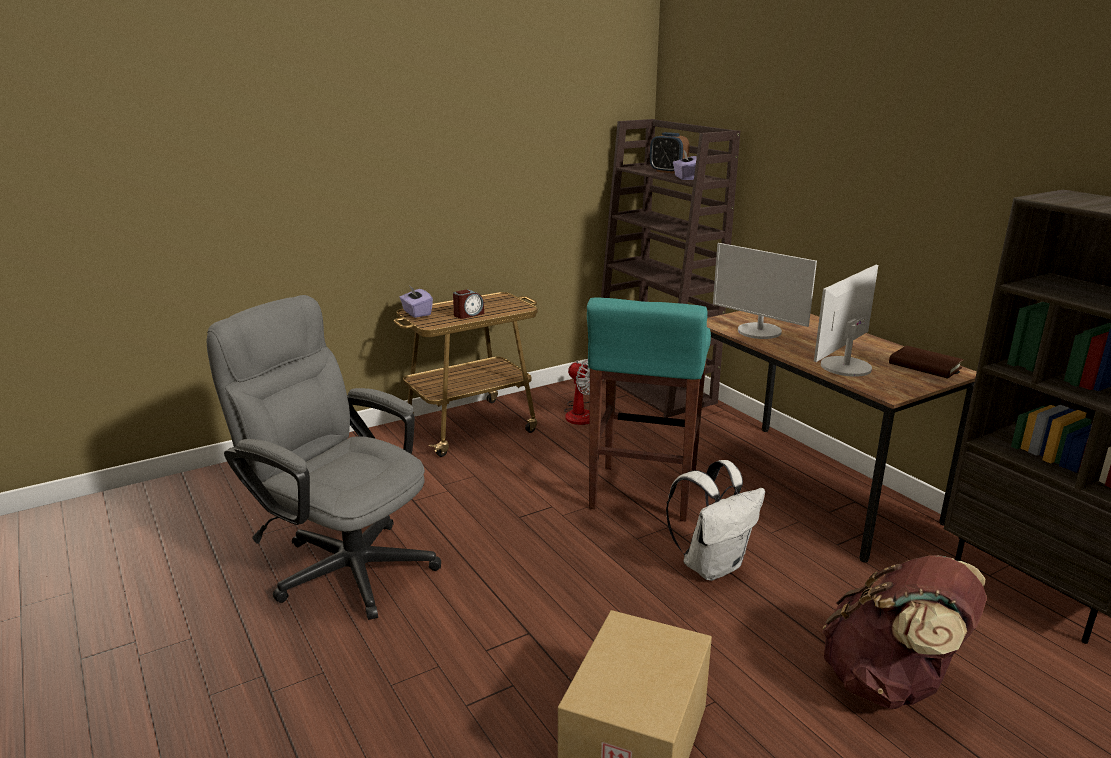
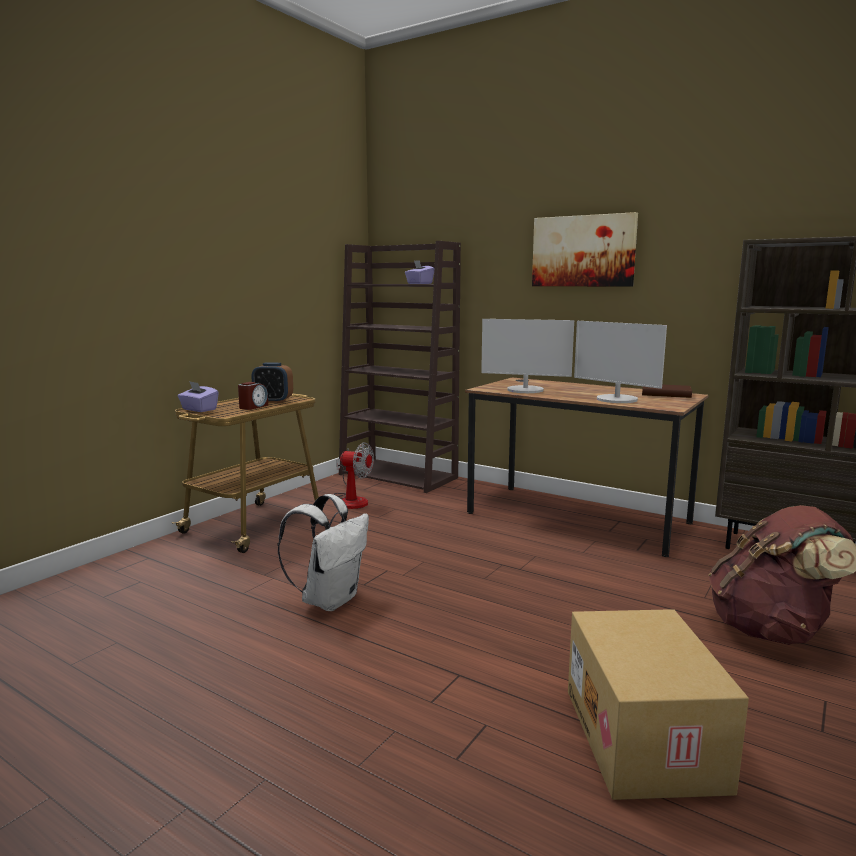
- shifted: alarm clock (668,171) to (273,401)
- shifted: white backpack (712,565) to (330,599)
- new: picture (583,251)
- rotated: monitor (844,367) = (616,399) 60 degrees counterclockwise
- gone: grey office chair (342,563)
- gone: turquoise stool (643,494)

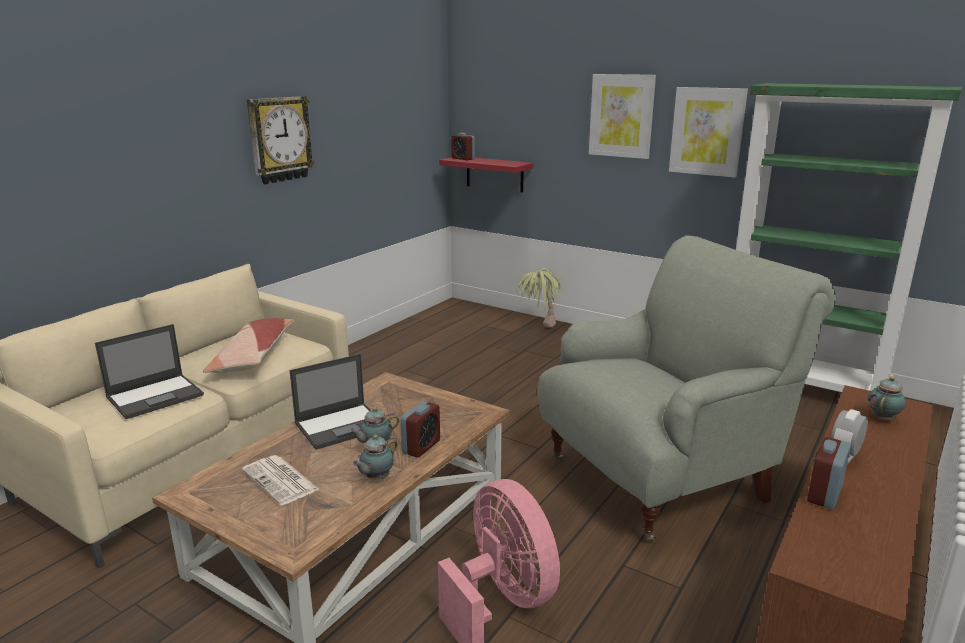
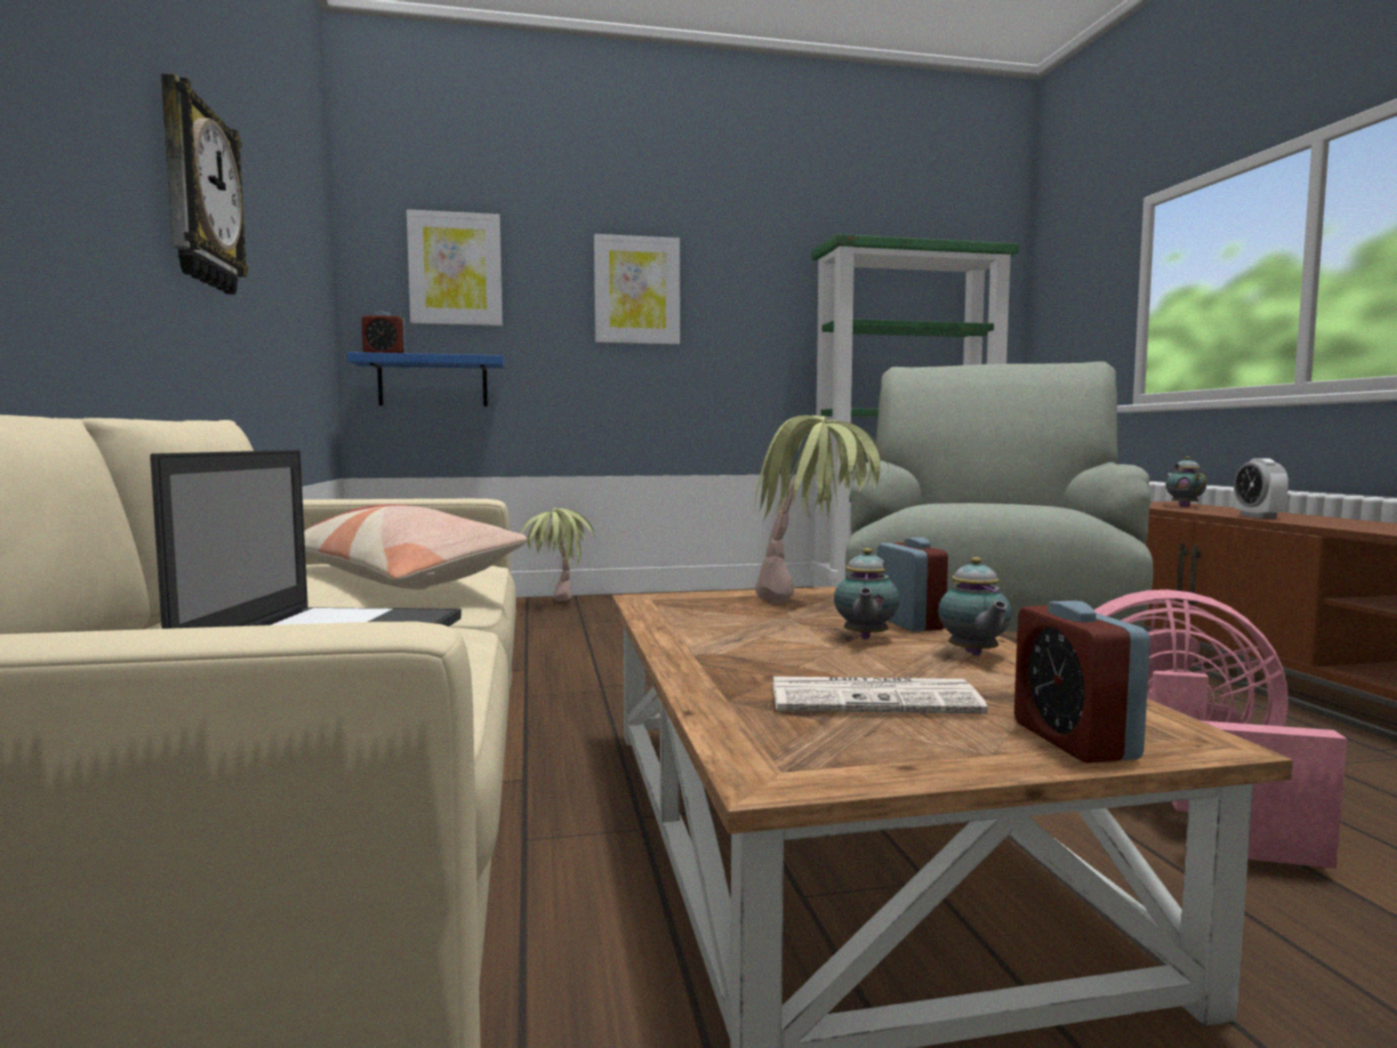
- repainted: red shelf (494,174) to blue shelf (433,382)
- shifted: picture (707,131) to (455,269)
- new: potted plant (815,599)
- shifted: alarm clock (824,494) to (1074,741)
- gone: laptop (341,425)

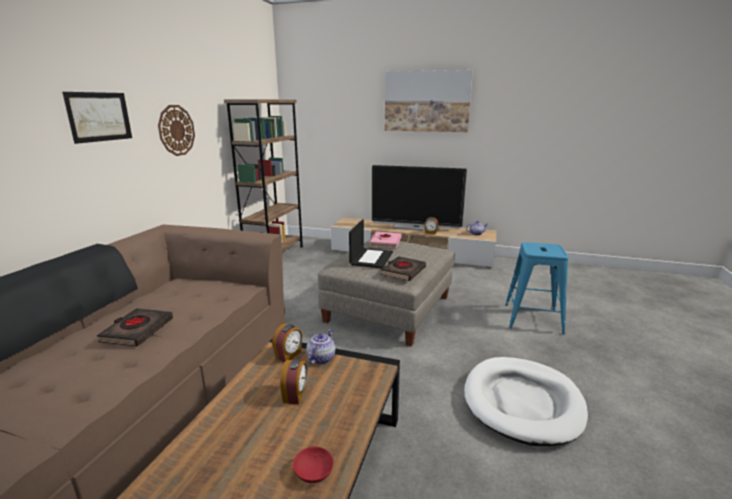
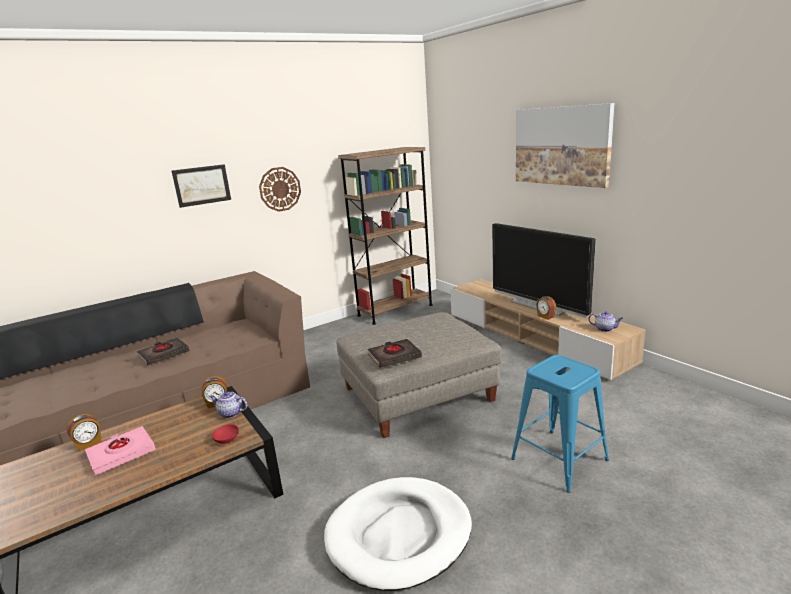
- shifted: alarm clock (295,395) to (88,444)
- shifted: pink book (385,242) to (121,454)
- rotated: teapot (321,358) = (230,413) 135 degrees counterclockwise
- shifted: red bowl (312,472) to (226,439)
- gone: laptop (371,258)

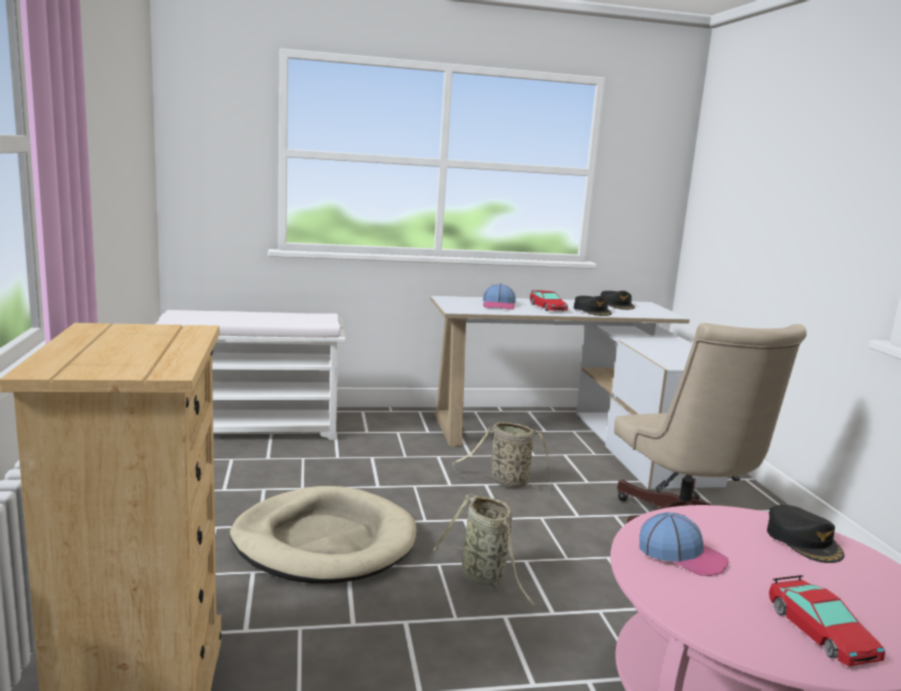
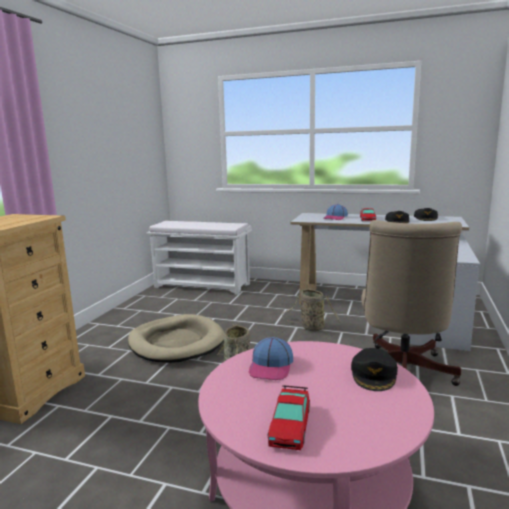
- rotated: cap (682,554) = (271,366) 45 degrees clockwise

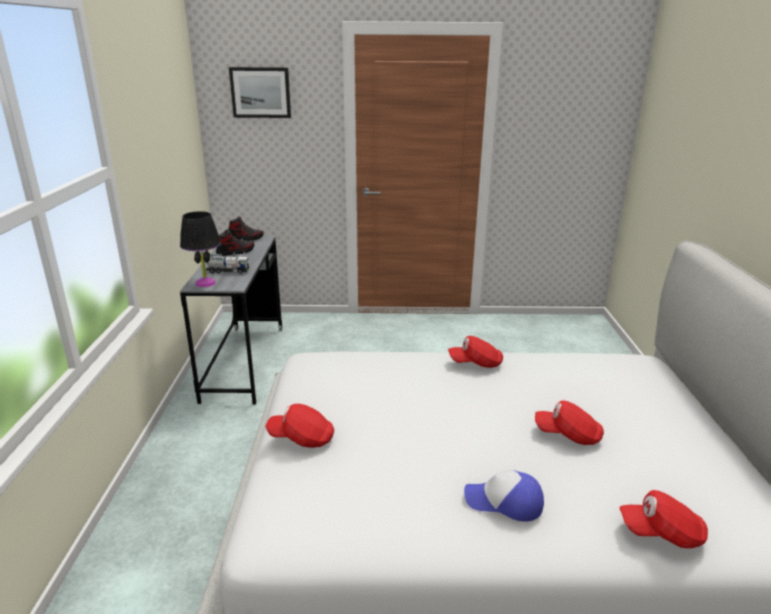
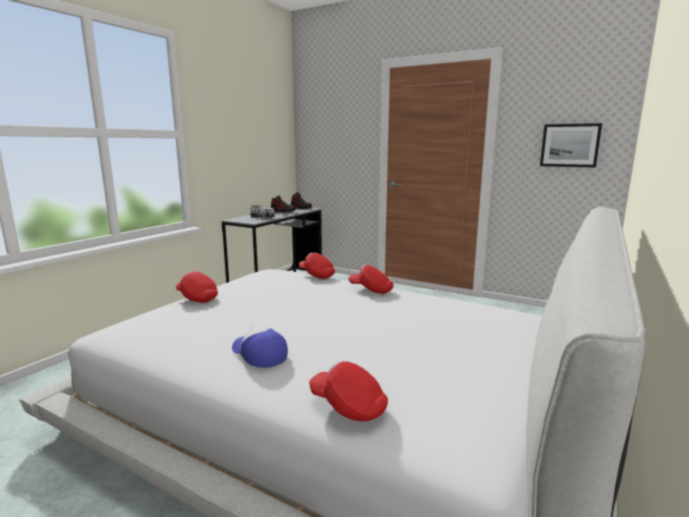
- shifted: red cap (568,435) to (317,275)
- shifted: picture (260,92) to (569,145)
- gone: black table lamp (206,283)

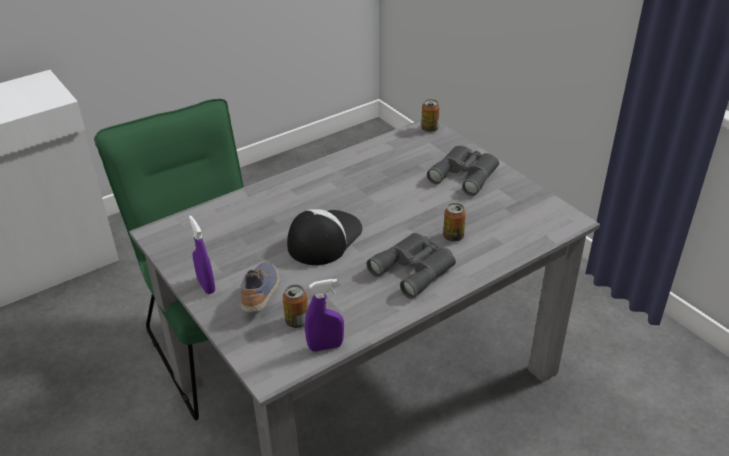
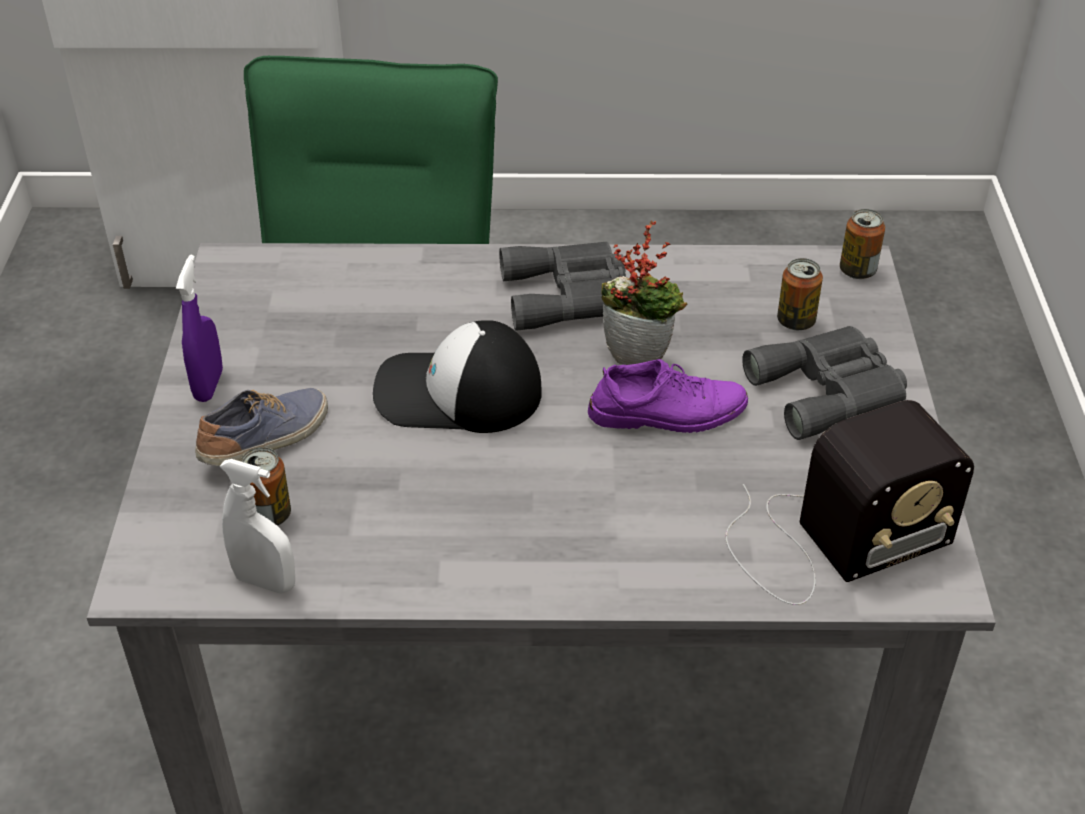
- repainted: purple spray bottle (325,346) to white spray bottle (265,581)
- rotated: cap (323,238) = (457,393) 150 degrees counterclockwise
- shifted: grey binoculars (415,268) to (571,295)
- new: purple shoe (667,412)
- new: potted plant (640,356)
- new: radio (829,540)
- shifted: can (453,236) to (795,321)

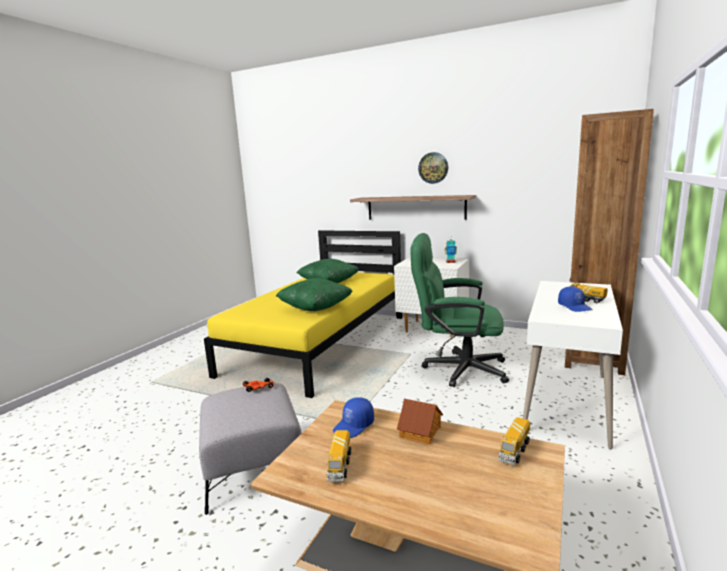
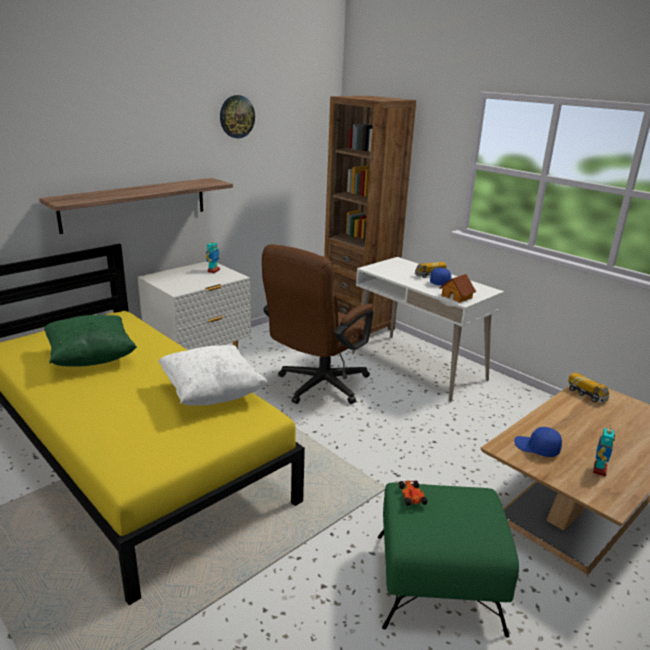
- repainted: green pillow (315,308) to white pillow (212,394)
- shifted: wall clock (433,168) to (236,116)
- repainted: green office chair (457,369) to brown office chair (317,387)
- repainted: grey ottoman (254,468) to green ottoman (436,581)
- shifted: toy house (421,432) to (457,296)
- rotated: blue cap (354,426) = (536,448) 150 degrees clockwise
- swapped: toy truck (339,466) to toy robot (599,469)

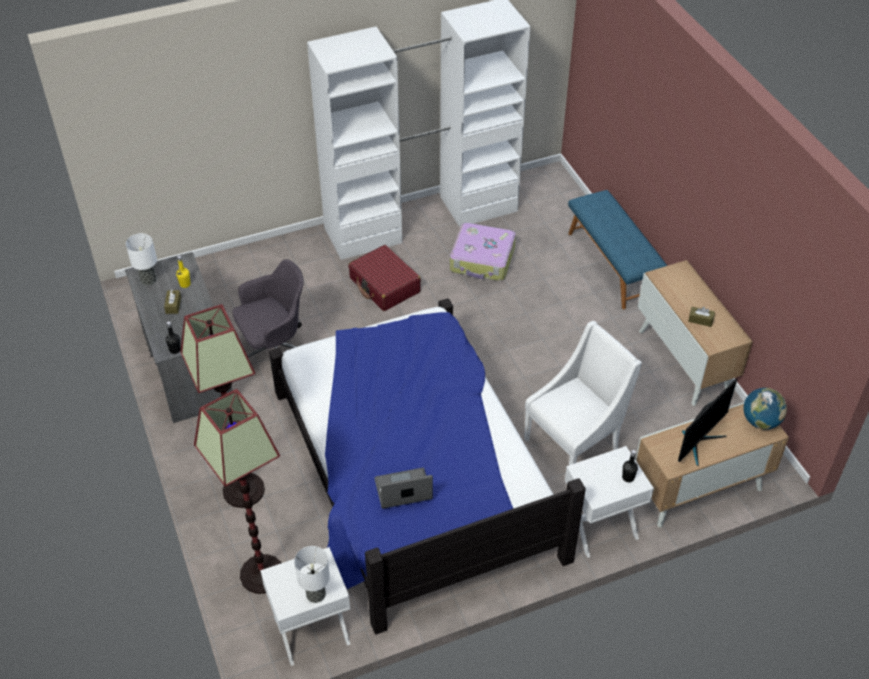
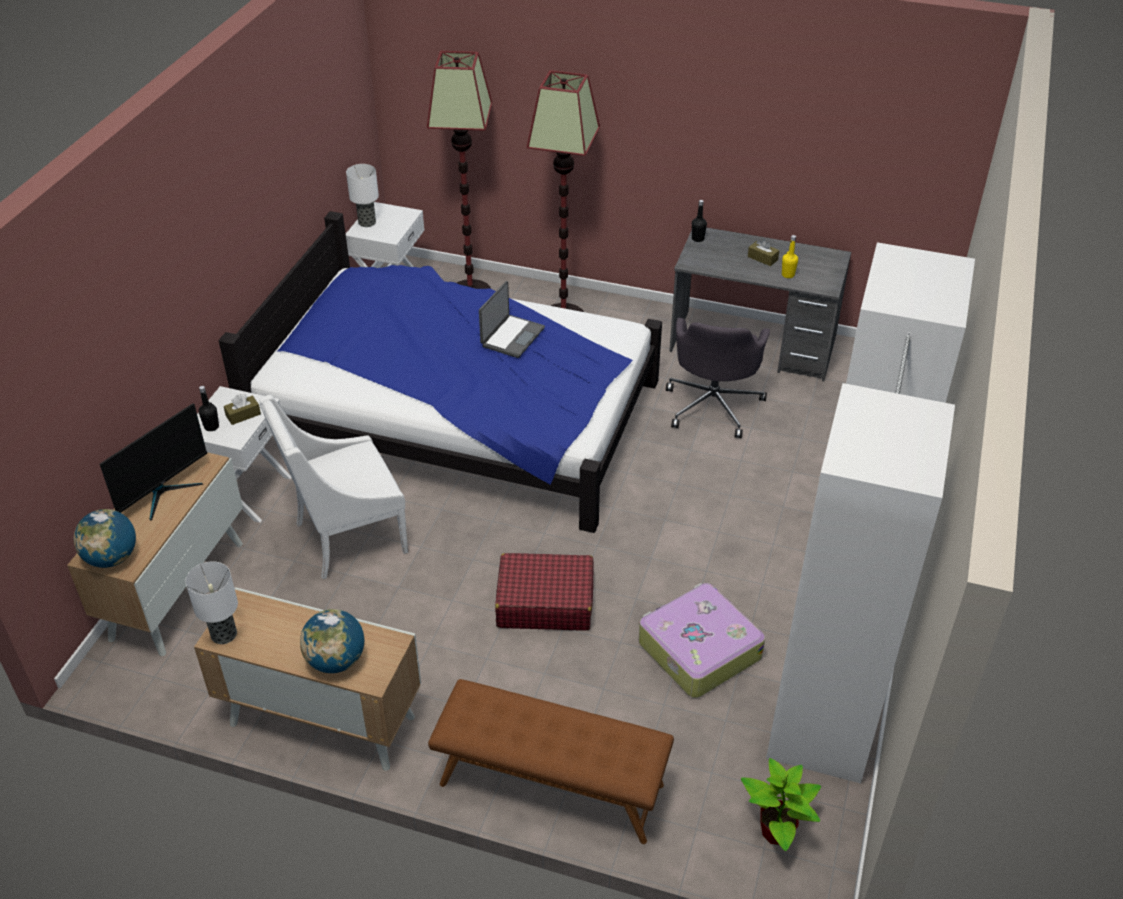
- rotated: monitor (699,442) = (164,493) 135 degrees counterclockwise
- shifted: table lamp (148,280) to (223,634)
- shifted: brown tissue box (700,320) to (243,415)
- rotated: white armchair (574,444) = (347,538) 60 degrees clockwise
- new: globe (336,661)
- repainted: blue bench (612,265) to brown bench (550,785)
- shifted: laptop (403,490) to (511,337)
- shifted: red suitcase (384,285) to (544,602)
- new: potted plant (777,832)

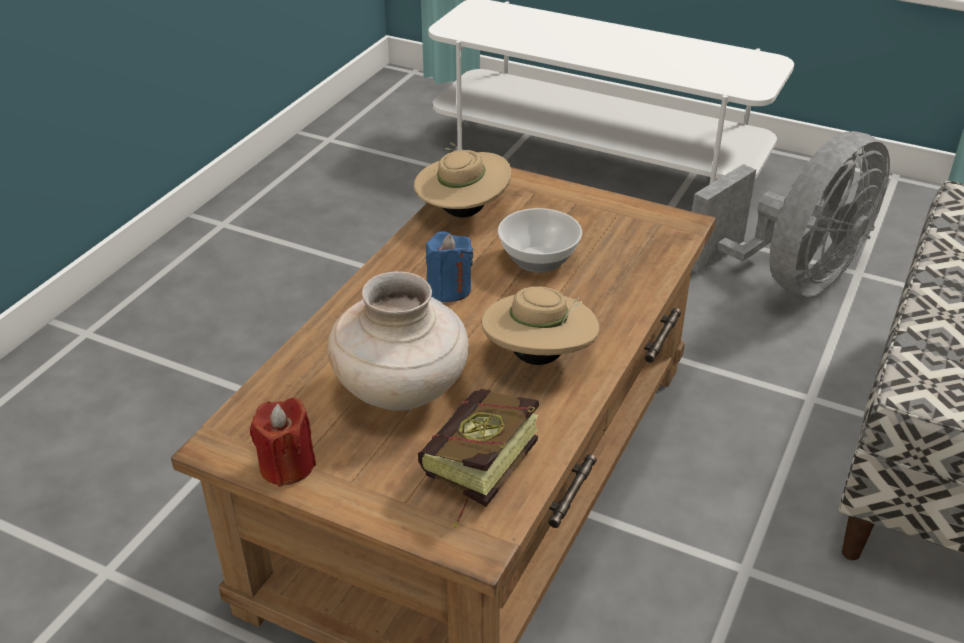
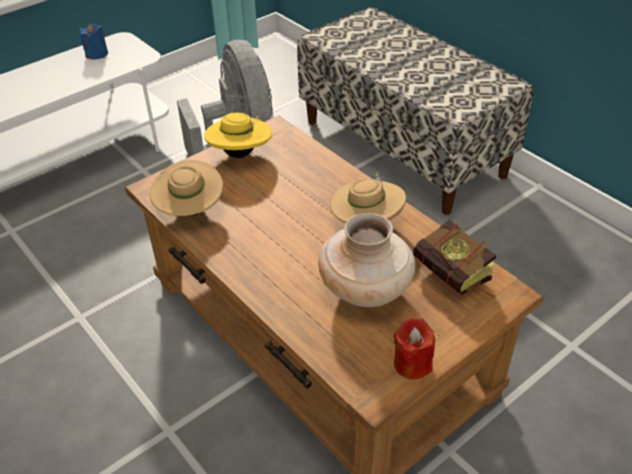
- shifted: blue candle (449,289) to (97,54)
- new: yellow hat (240,154)
- gone: bowl (538,260)

